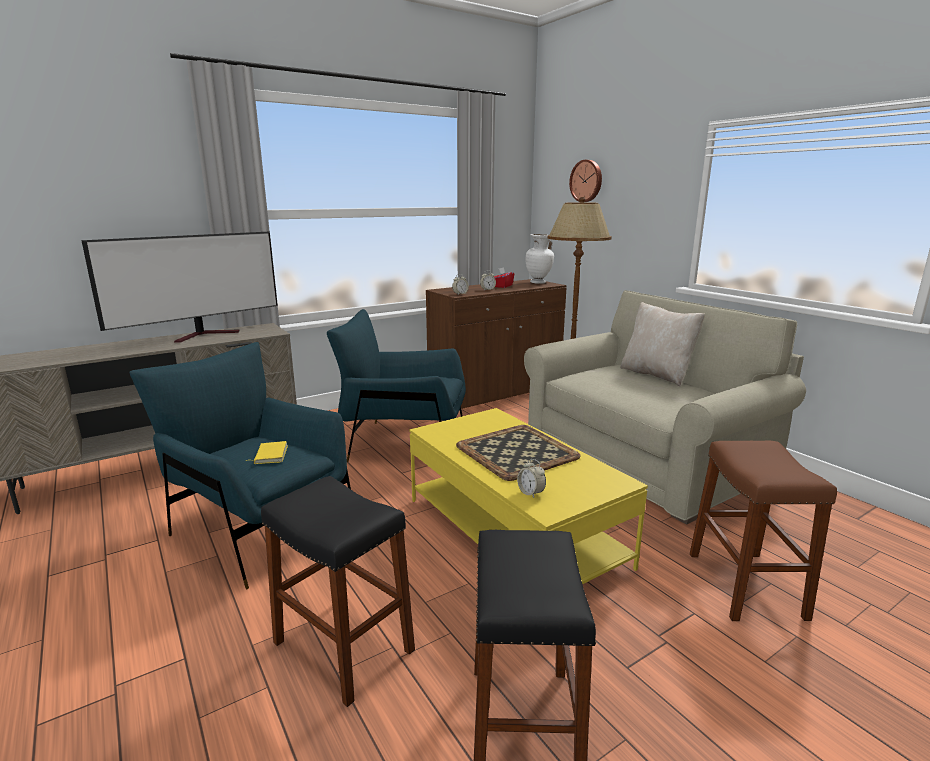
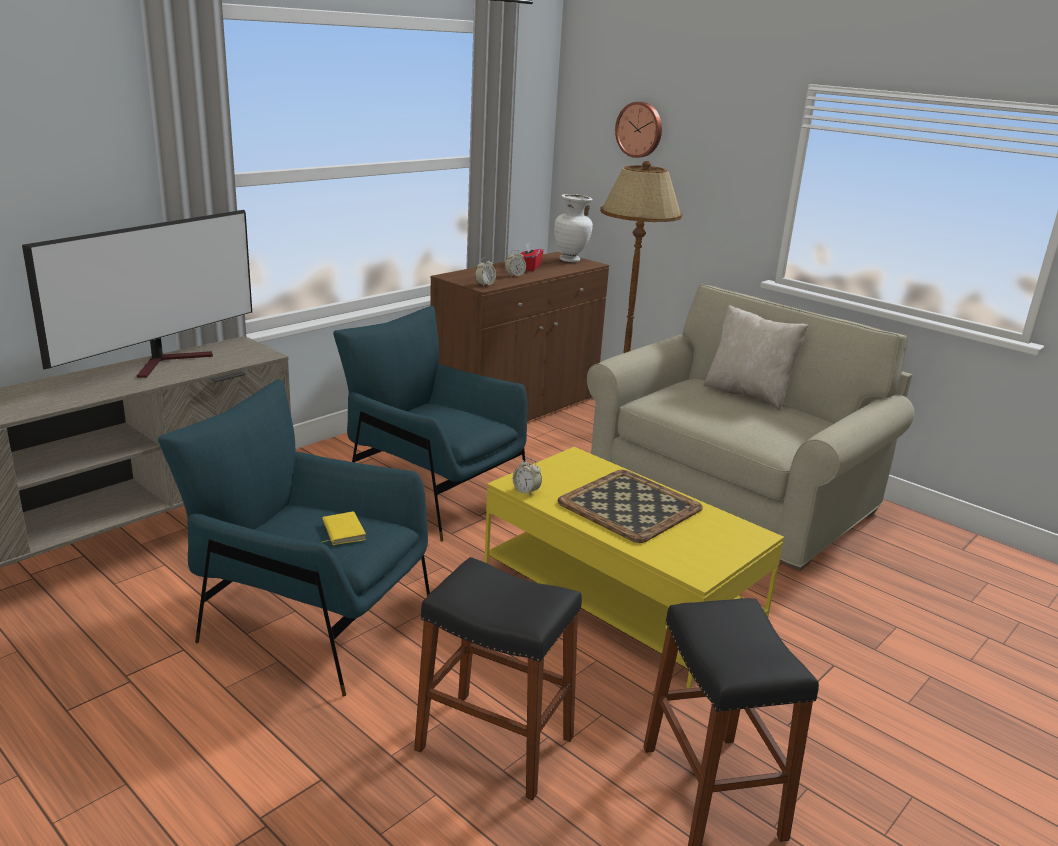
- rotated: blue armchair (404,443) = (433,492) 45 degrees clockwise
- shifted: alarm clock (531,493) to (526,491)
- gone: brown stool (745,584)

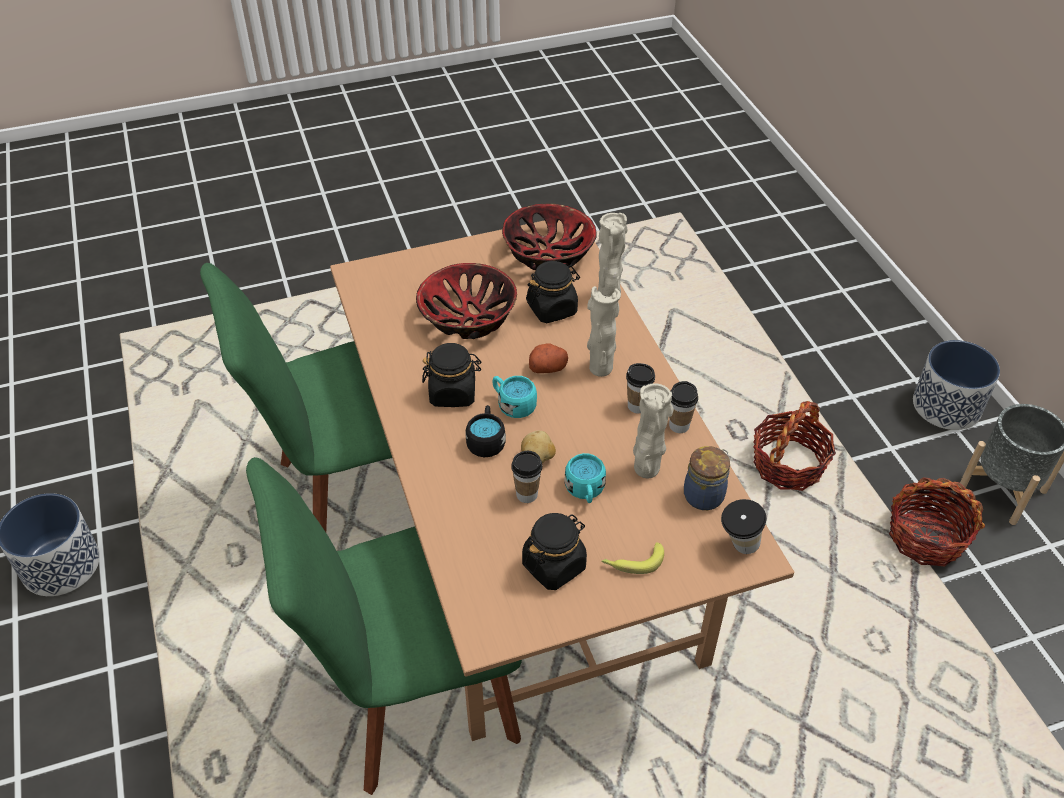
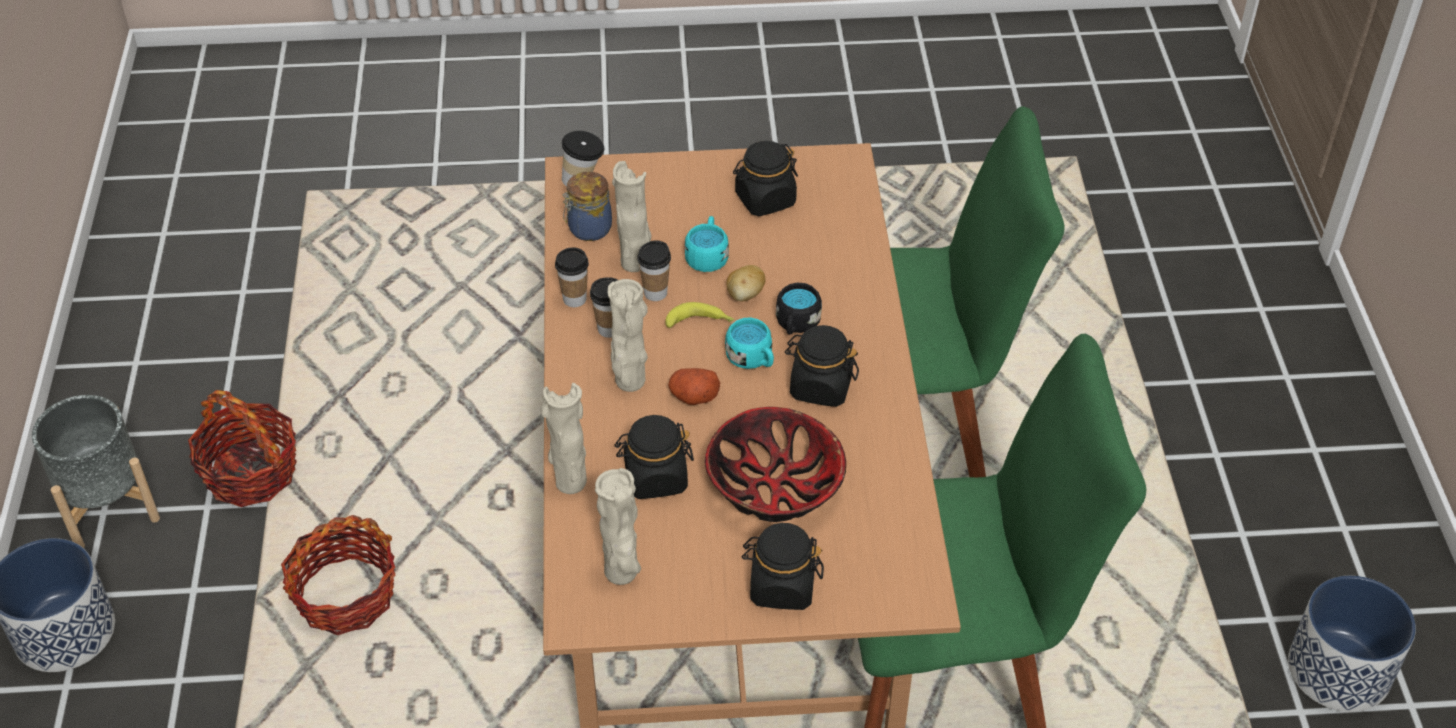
- swapped: bowl (549,254) to beige vase (622,574)
- shifted: cup (527,494) to (655,293)
- shifted: banana (632,562) to (700,322)
- new: black jar (781,587)

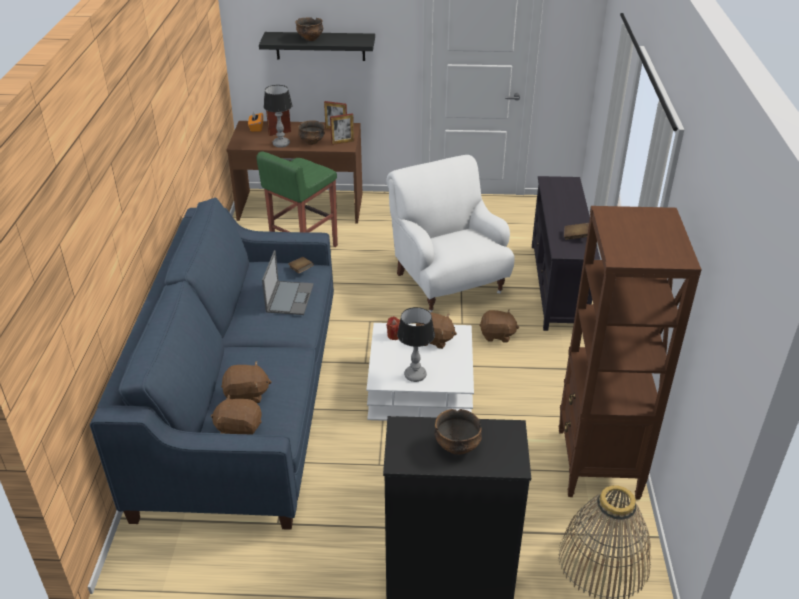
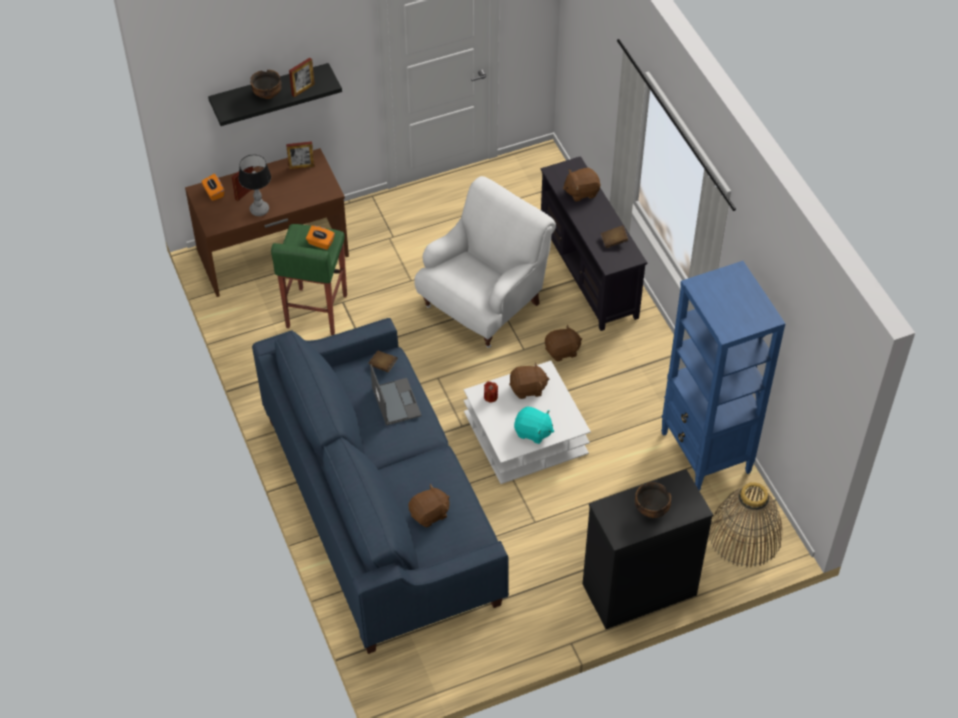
- shifted: picture frame (342,142) to (303,90)
- new: orange tissue box (320,243)
- rotated: white armchair (447,282) = (484,304) 90 degrees clockwise
- swapped: table lamp (415,375) to turquoise plush toy (533,432)
- shifted: brown plush toy (239,429) to (581,192)
- repainted: brown bookcase (597,464) to blue bookcase (705,453)
- gone: bowl (311,142)

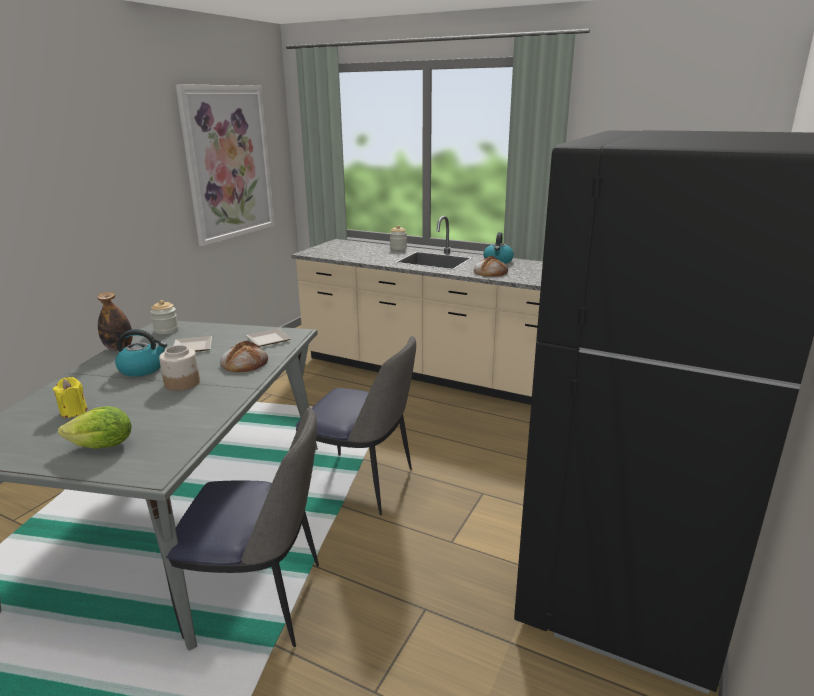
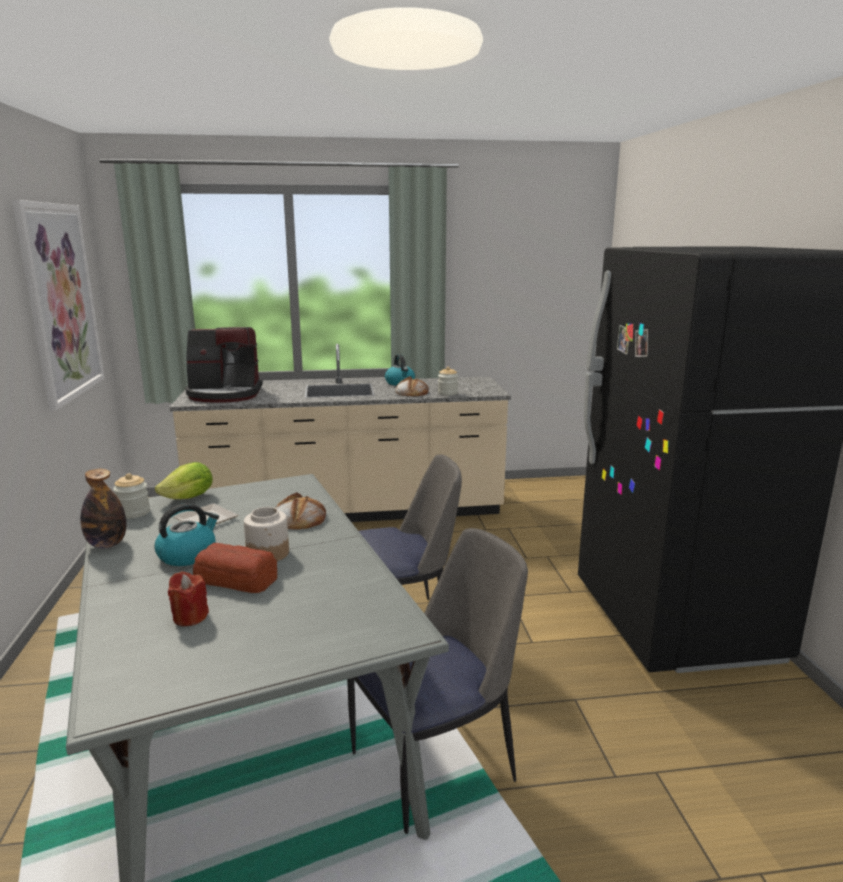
- shifted: lettuce (103,446) to (189,498)
- repainted: yellow candle (73,411) to red candle (190,617)
- new: coffee machine (225,394)
- new: bread (235,578)
- shifted: jar (398,248) to (447,393)
- gone: plate (270,340)

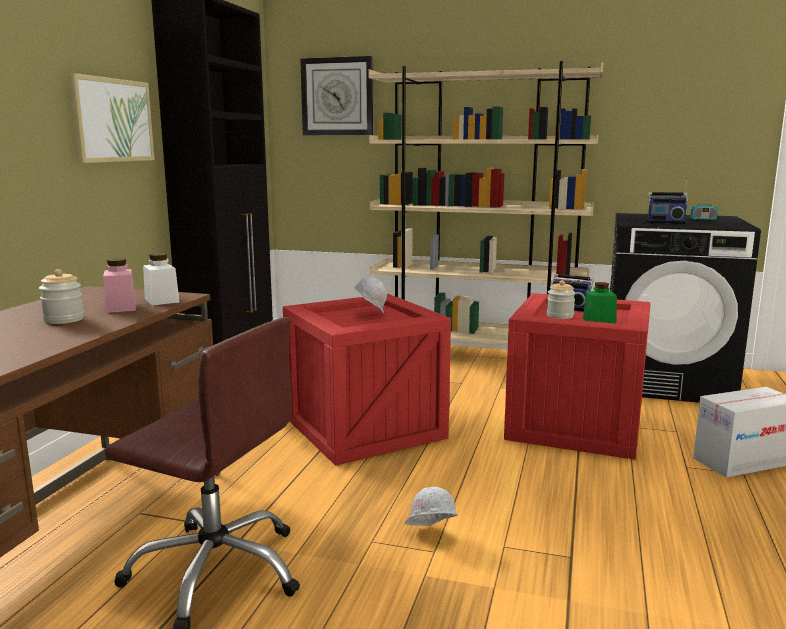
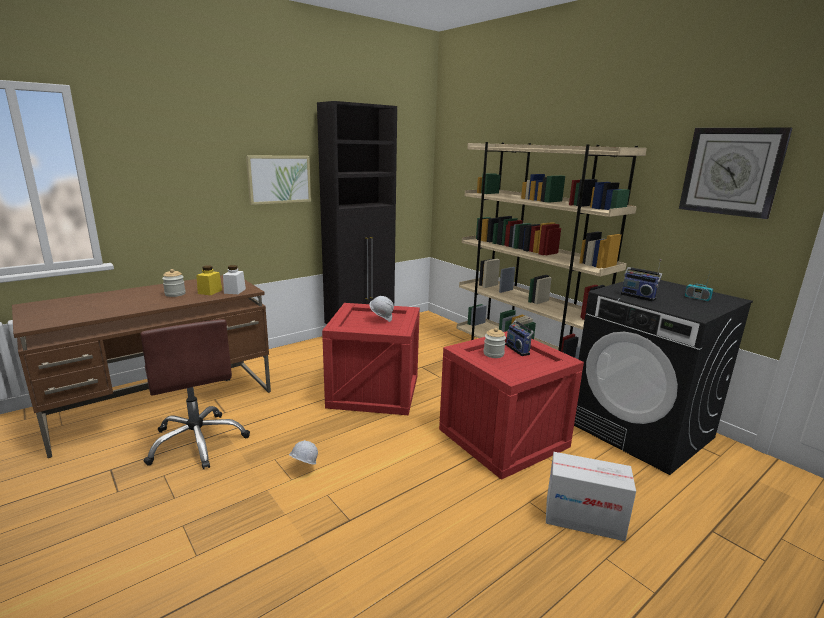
- repainted: pink jar (121,307) to yellow jar (210,292)
- shifted: wall clock (337,96) to (731,171)
- gone: green jar (599,321)

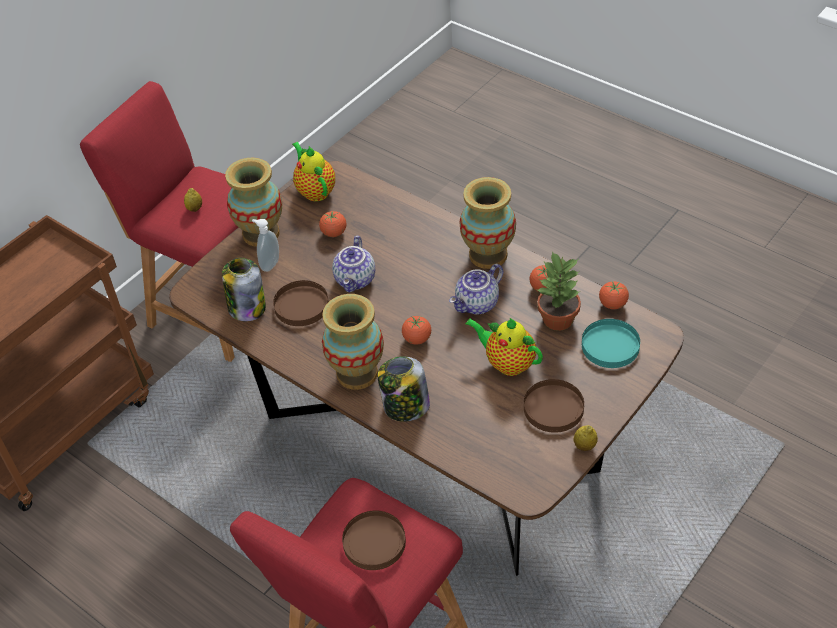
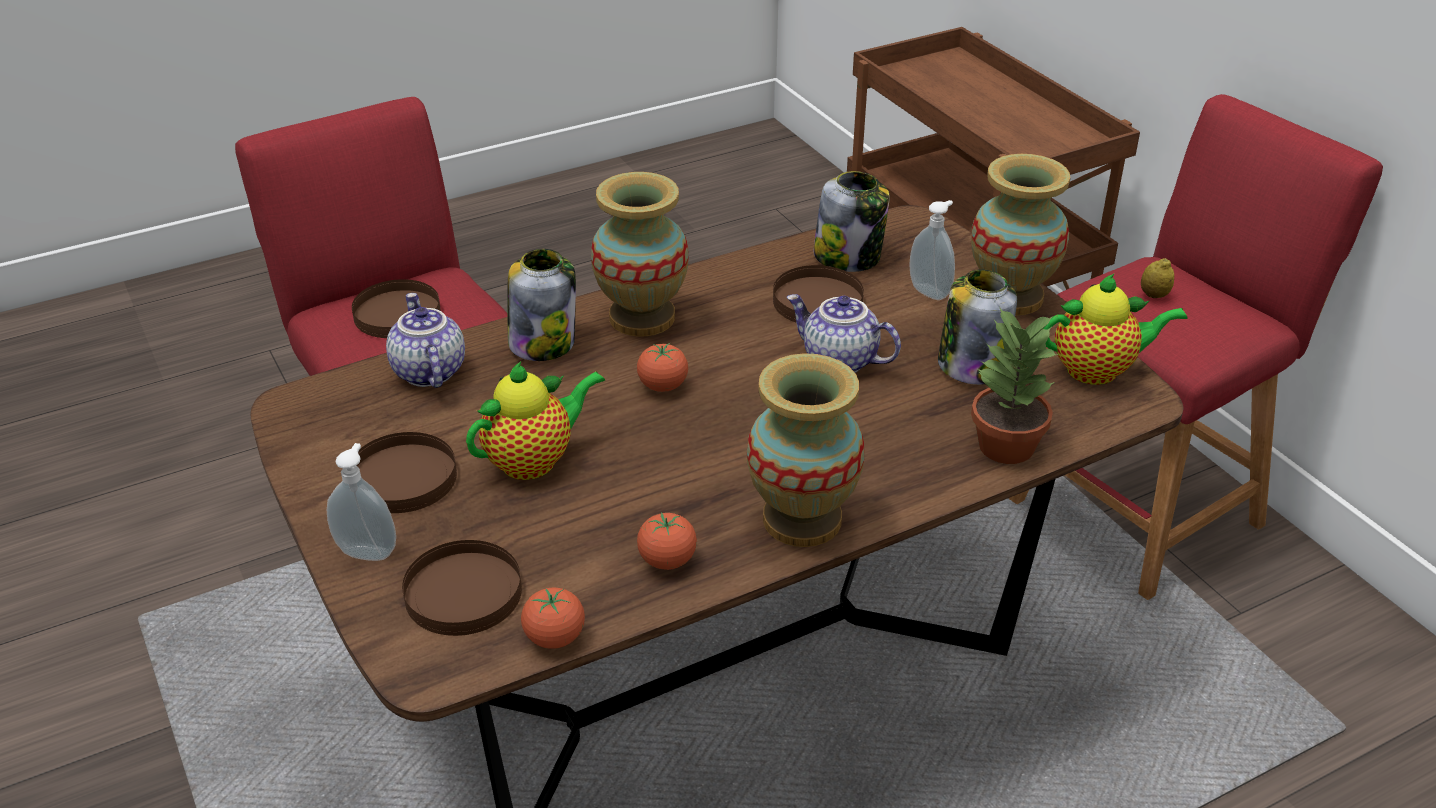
- new: soap dispenser (368,551)
- shifted: teapot (477,305) to (427,372)
- repainted: turquoise plate (611,346) to brown plate (462,593)
- swapped: tomato (334,233) to jar (970,365)
- shifted: potted plant (558,320) to (1004,446)
- gone: lemon (584,446)

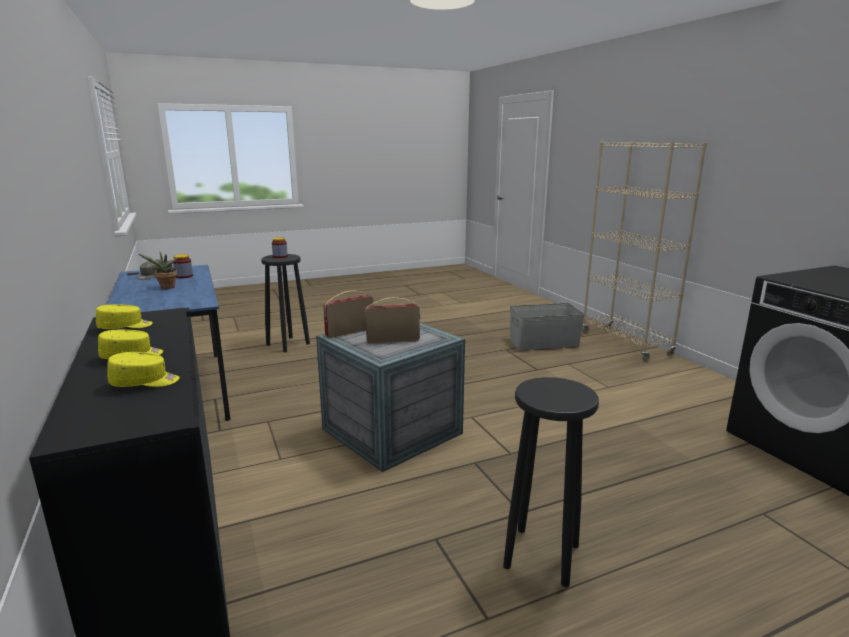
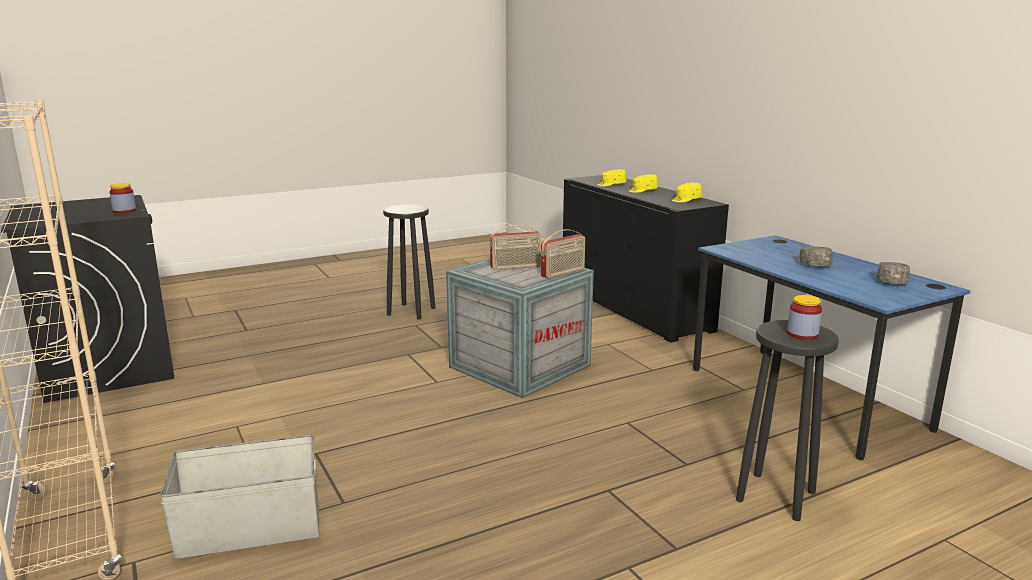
- shifted: jar (184,276) to (124,211)
- swapped: potted plant (166,288) to grey cap (811,264)

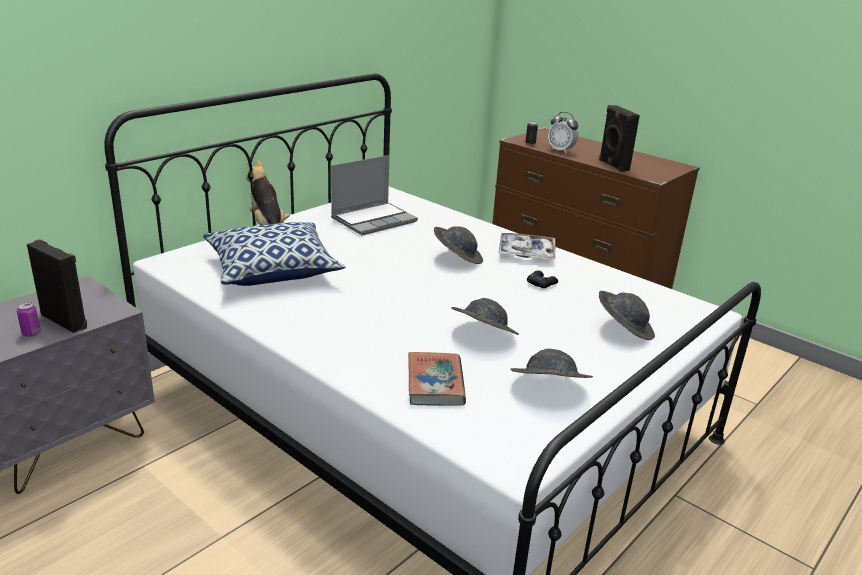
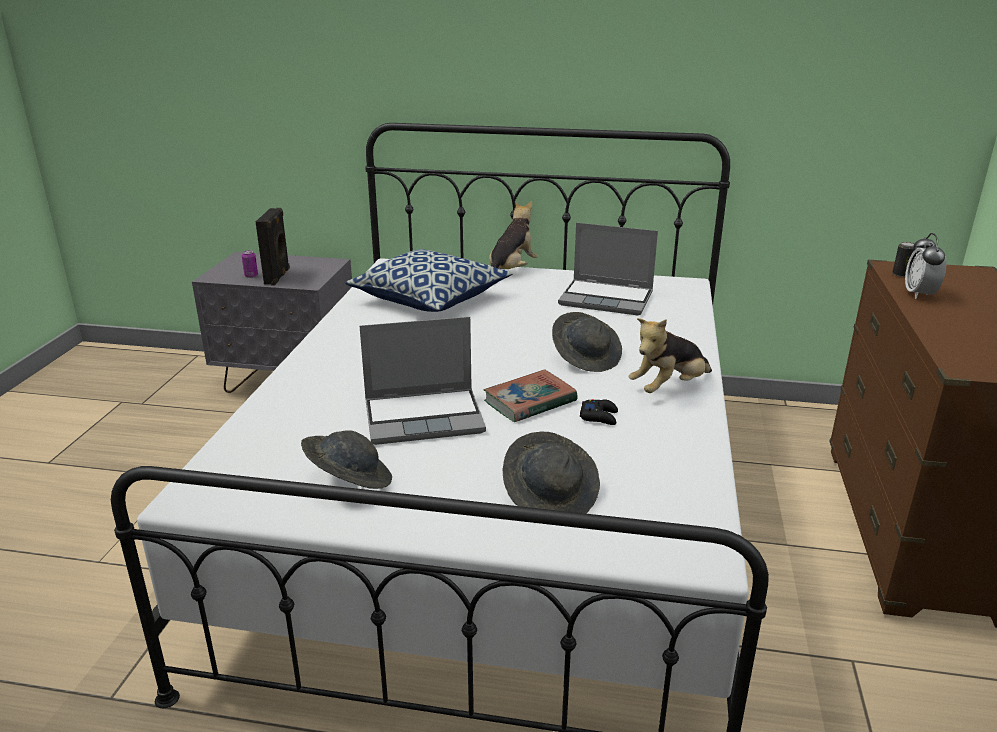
- swapped: grey hat (482,335) to laptop (425,417)
- shifted: book (435,383) to (530,401)
- swapped: tray (526,252) to plush toy (669,388)
- gone: black speaker (613,165)

